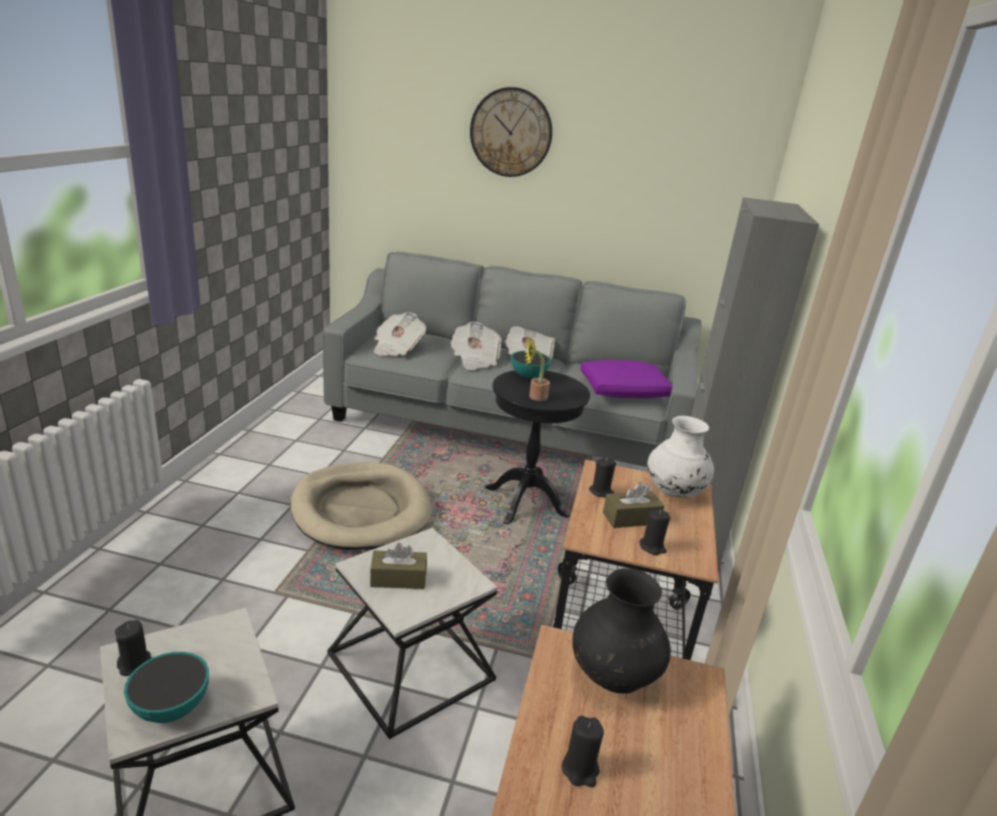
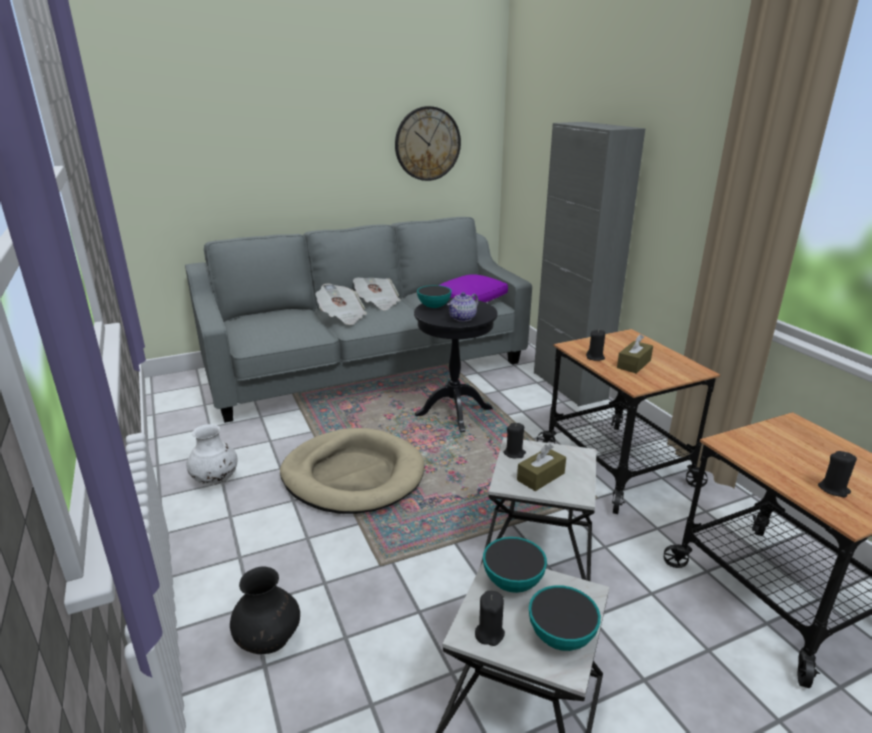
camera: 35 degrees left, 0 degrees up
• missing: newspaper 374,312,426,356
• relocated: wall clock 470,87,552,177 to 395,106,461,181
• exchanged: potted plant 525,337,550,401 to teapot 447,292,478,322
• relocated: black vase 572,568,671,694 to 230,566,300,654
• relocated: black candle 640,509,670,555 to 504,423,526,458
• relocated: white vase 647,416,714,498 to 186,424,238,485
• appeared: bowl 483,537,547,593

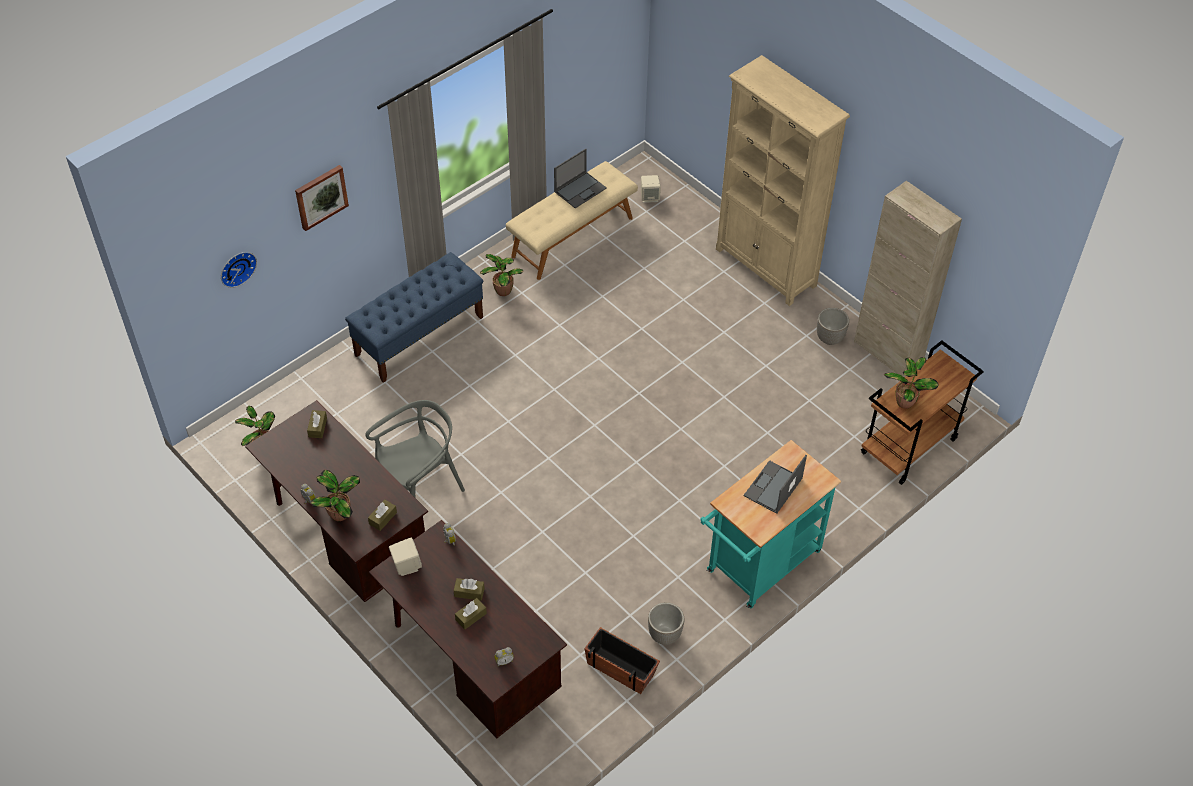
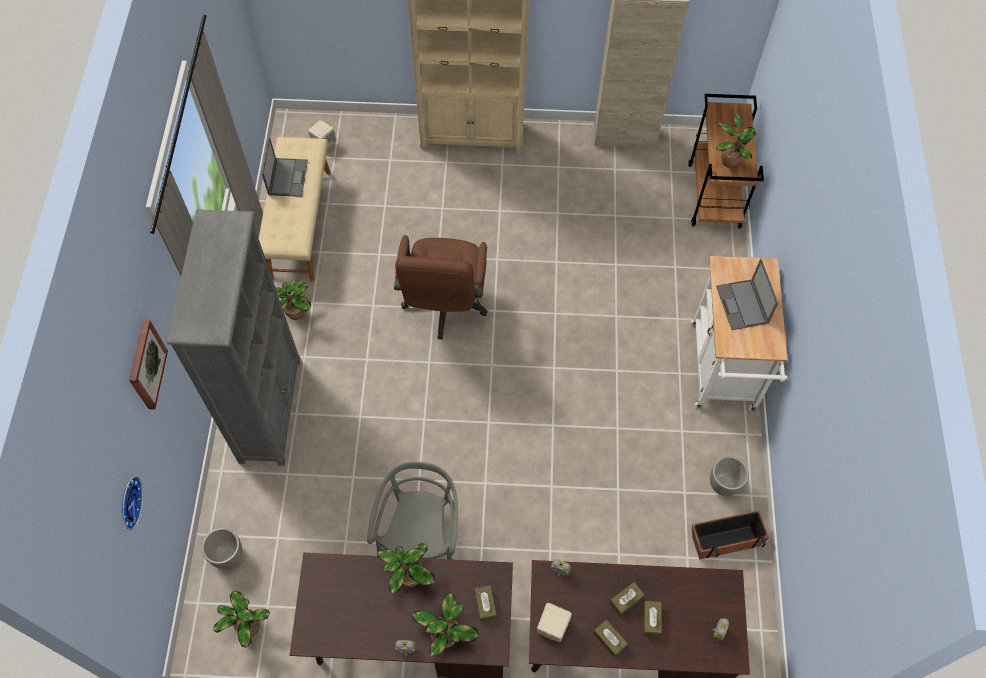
camera: 45 degrees left, 10 degrees up
• relocated: brown tissue box 307,410,327,438 to 593,620,628,657
• exchanged: blue bench 345,252,483,383 to grey bookcase 167,209,301,466
• colour: turquoise cart 700,440,841,608 to white cart 690,256,788,411
• relocated: planter 817,308,849,345 to 202,528,243,569
• appeared: potted plant 377,543,435,594
• appeared: brown office chair 394,235,488,339

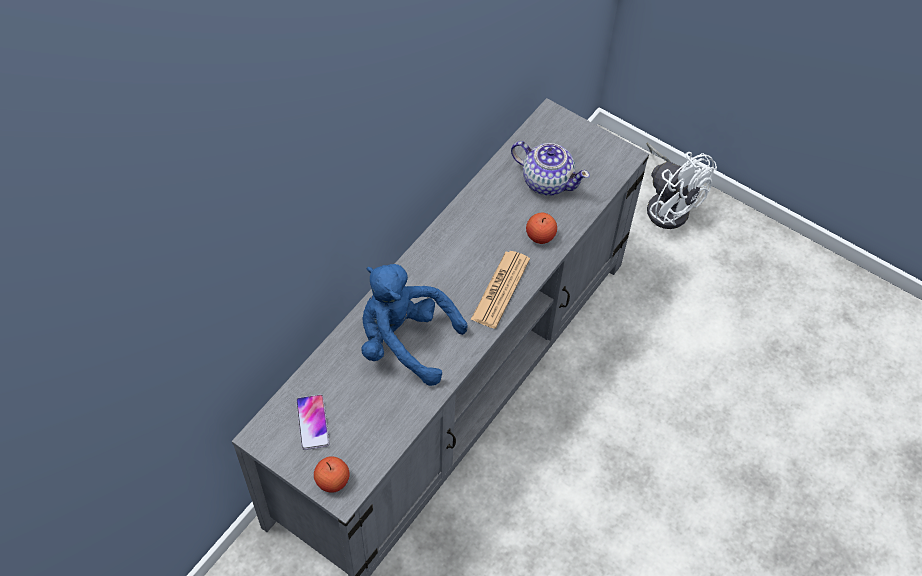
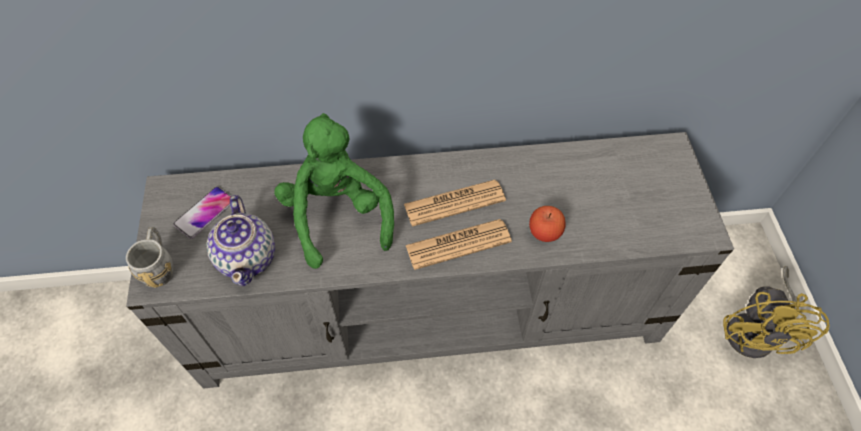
camera: 50 degrees right, 0 degrees up
• exchanged: apple 314,456,350,493 to grey mug 126,227,174,288
• colour: blue plush toy 361,264,467,386 to green plush toy 274,113,394,269
• relocated: teapot 511,141,590,196 to 206,195,275,286
• colour: white fan 646,142,717,229 to yellow fan 723,266,830,358
• appeared: newspaper 404,180,506,227

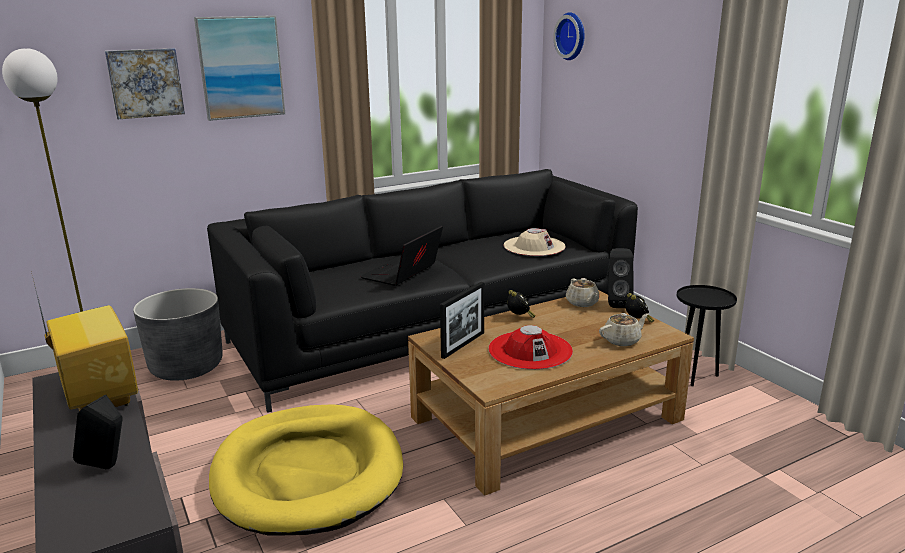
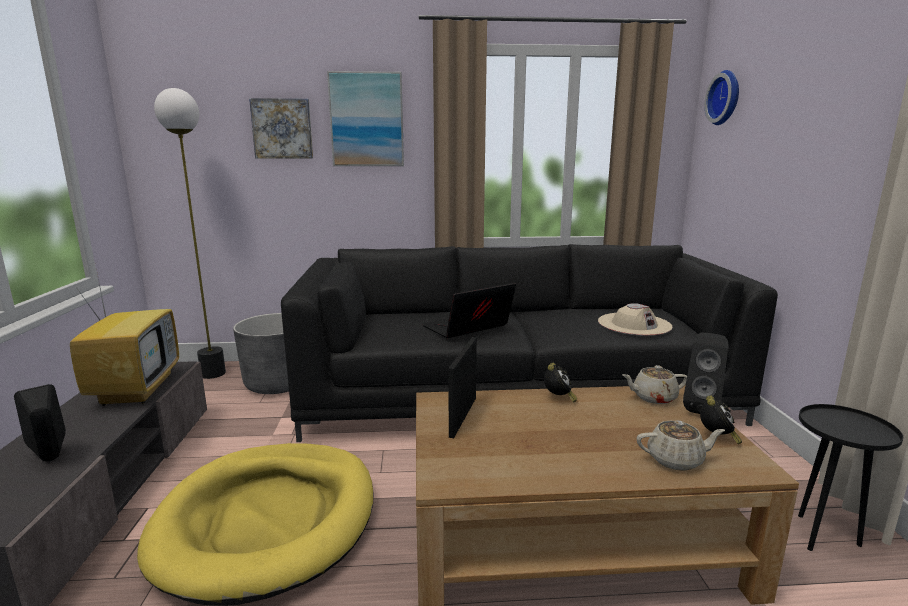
camera: 25 degrees right, 5 degrees down
• spun: picture frame 440,282,484,359 = 448,337,477,438 135 degrees clockwise
• missing: red hat 488,325,573,370
• spun: beige teapot 566,278,600,307 = 622,365,687,404 75 degrees clockwise

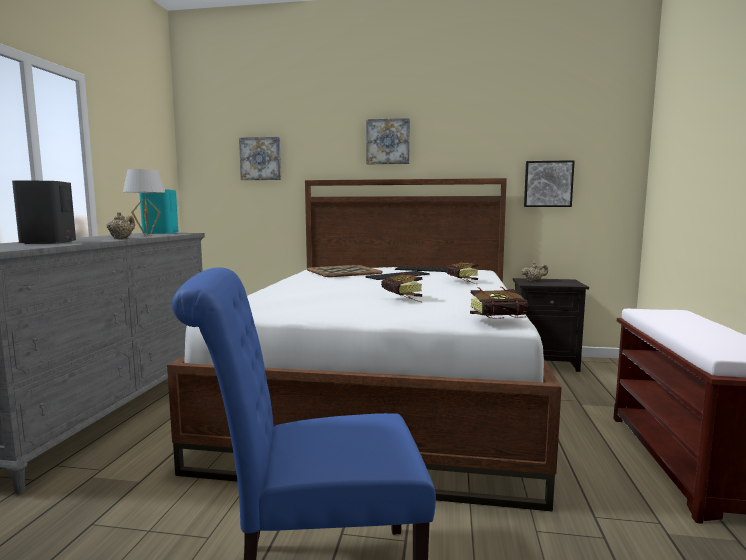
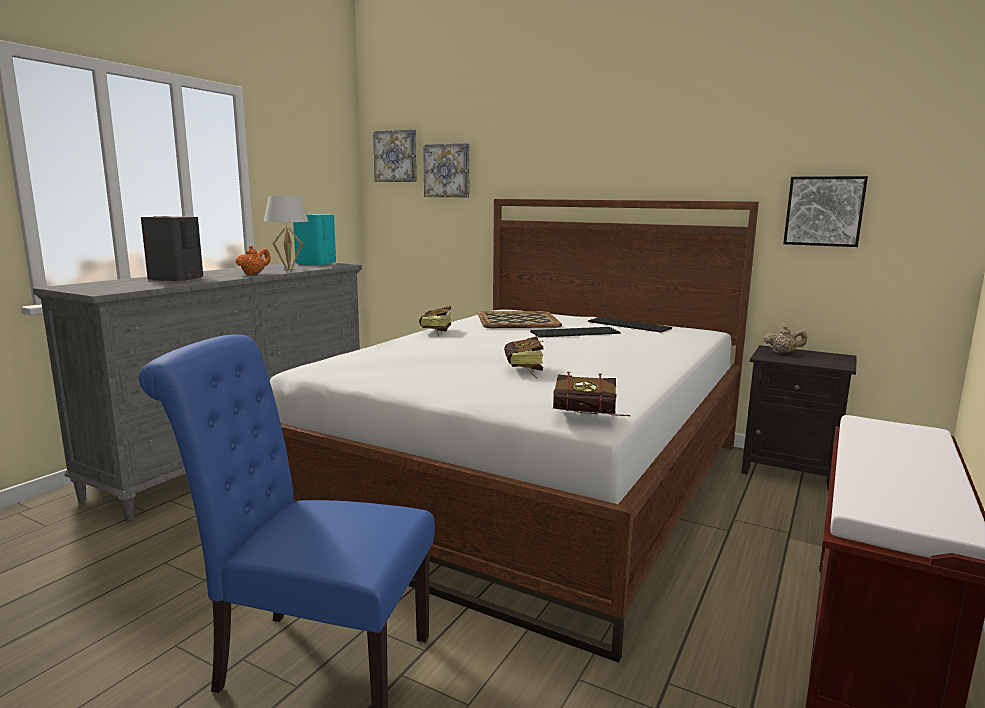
camera: 20 degrees right, 5 degrees up
• colour: beige teapot 107,212,135,239 to orange teapot 236,246,271,275
• relocated: picture 366,118,410,165 to 373,129,417,182
• relocated: book 445,260,479,285 to 419,306,451,337

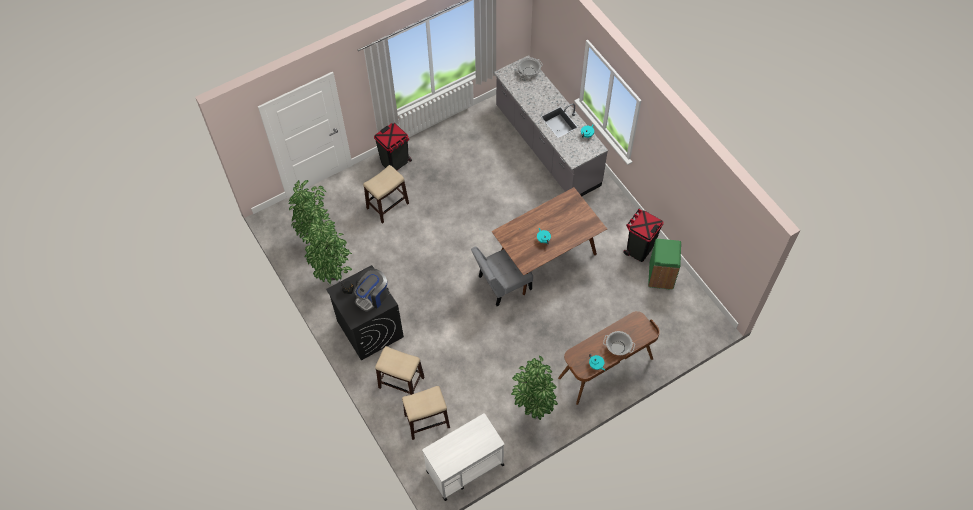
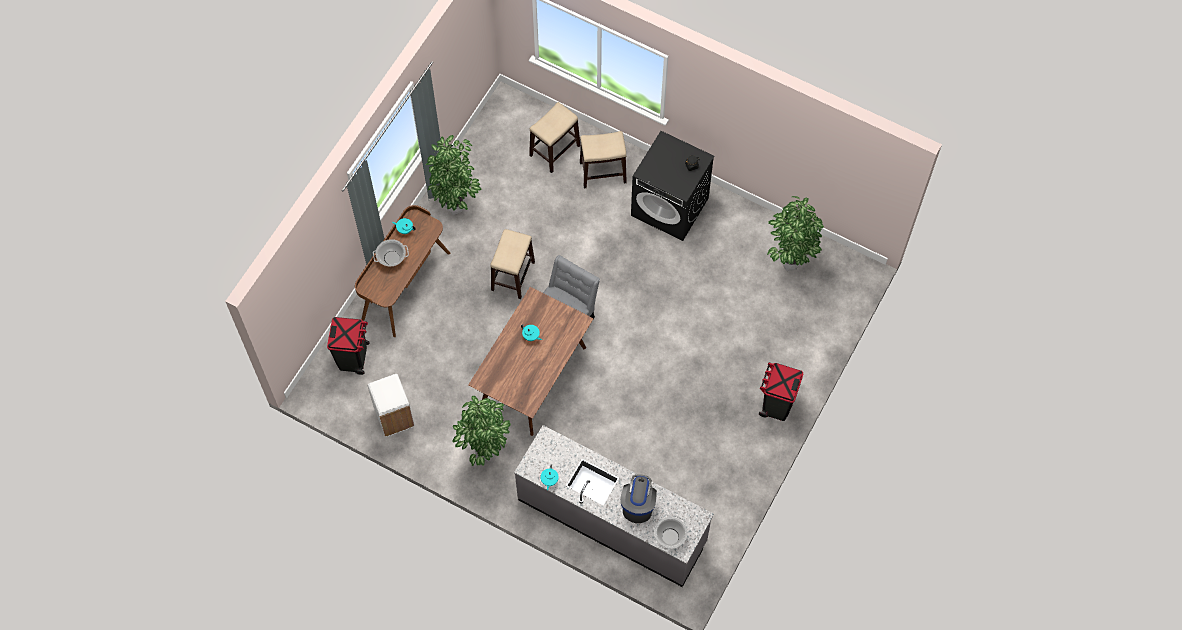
camera: 150 degrees right, 5 degrees up
• relocated: potted plant 301,215,352,286 to 453,396,511,466
• relocated: coffee machine 354,268,388,312 to 620,474,657,523
• relocated: stool 363,165,409,224 to 490,229,535,299
• missing: white cart 422,413,505,501
• relocated: black trash can 623,209,664,262 to 327,317,370,375
• colour: green trash can 648,239,681,290 to white trash can 368,374,414,437

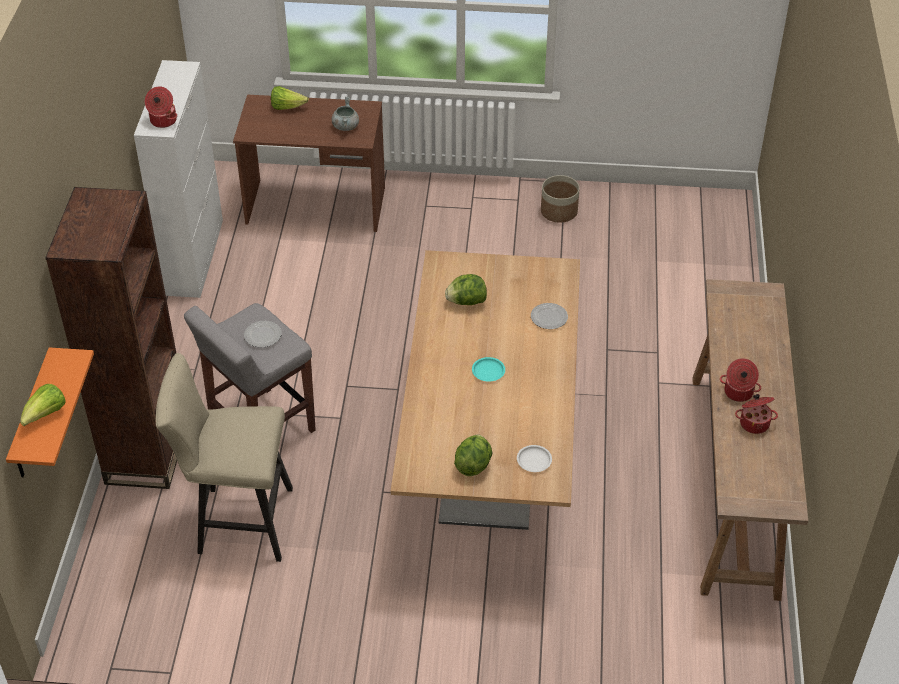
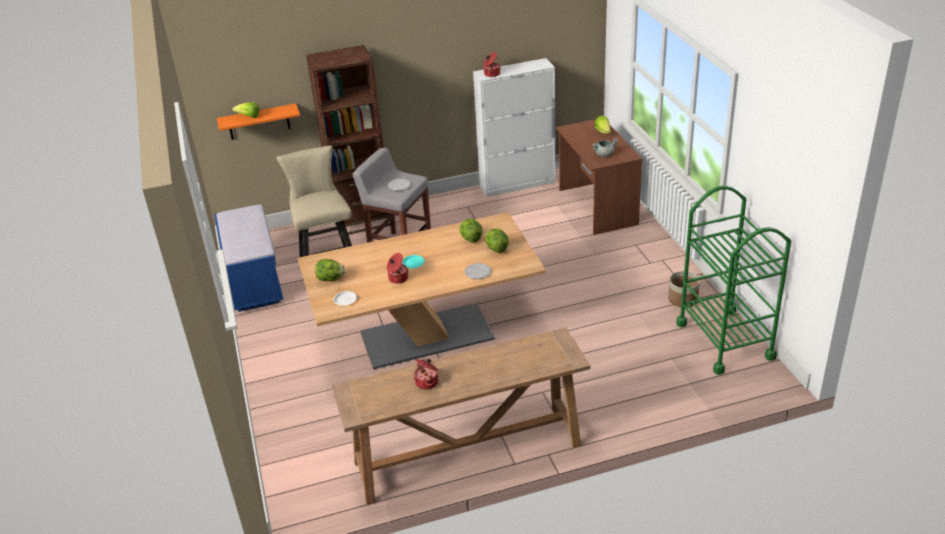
camera: 70 degrees right, 10 degrees down
• relocated: cooking pot 720,358,761,402 to 387,253,408,284
• appeared: blue bench 214,204,283,312
• appeared: lettuce 485,229,509,253
• appeared: green cart 676,186,791,375

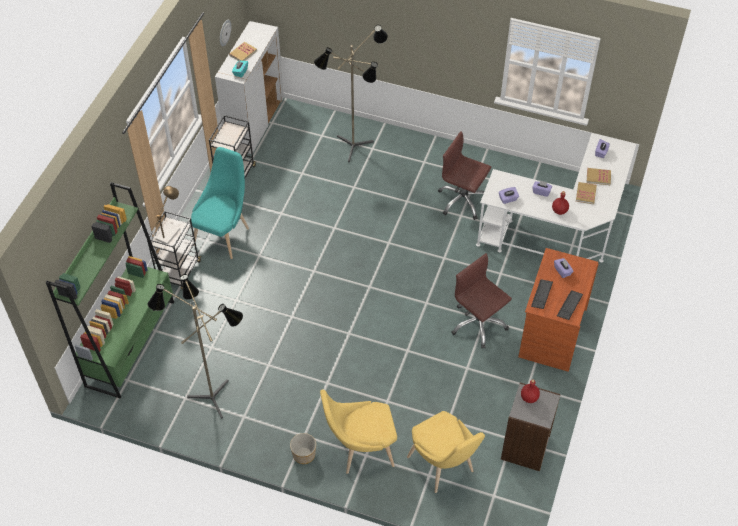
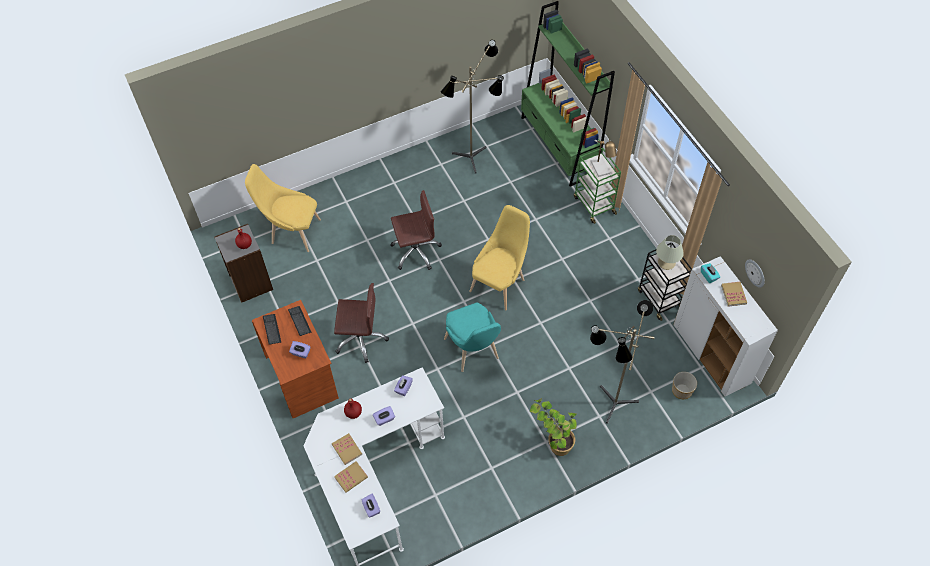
camera: 135 degrees right, 5 degrees up
• colour: black cart 147,211,201,290 to green cart 574,148,621,224
• relocated: turquoise chair 191,147,249,259 to 444,302,501,372
• relocated: planter 290,433,316,464 to 672,372,697,399
• relocated: yellow chair 320,389,397,474 to 469,205,530,310
• relocated: brown office chair 438,131,491,220 to 390,190,442,270
• appeared: potted plant 529,398,577,456
• appeared: beige table lamp 656,235,684,270

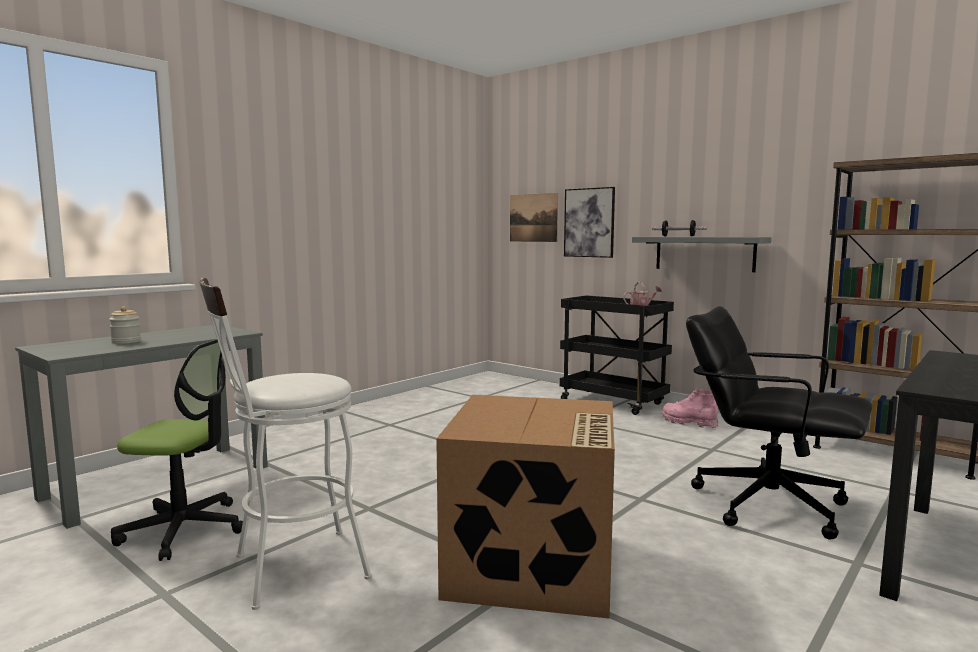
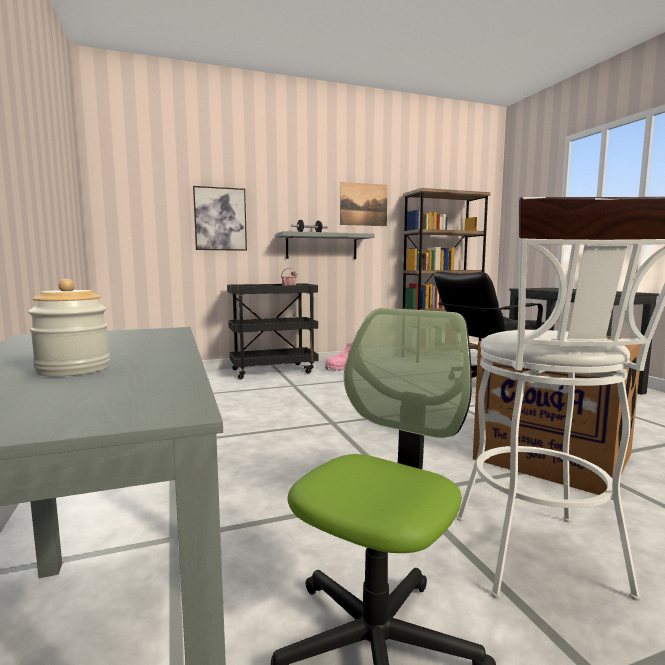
camera: 60 degrees left, 0 degrees up
• relocated: picture 510,193,558,242 to 340,182,387,226

